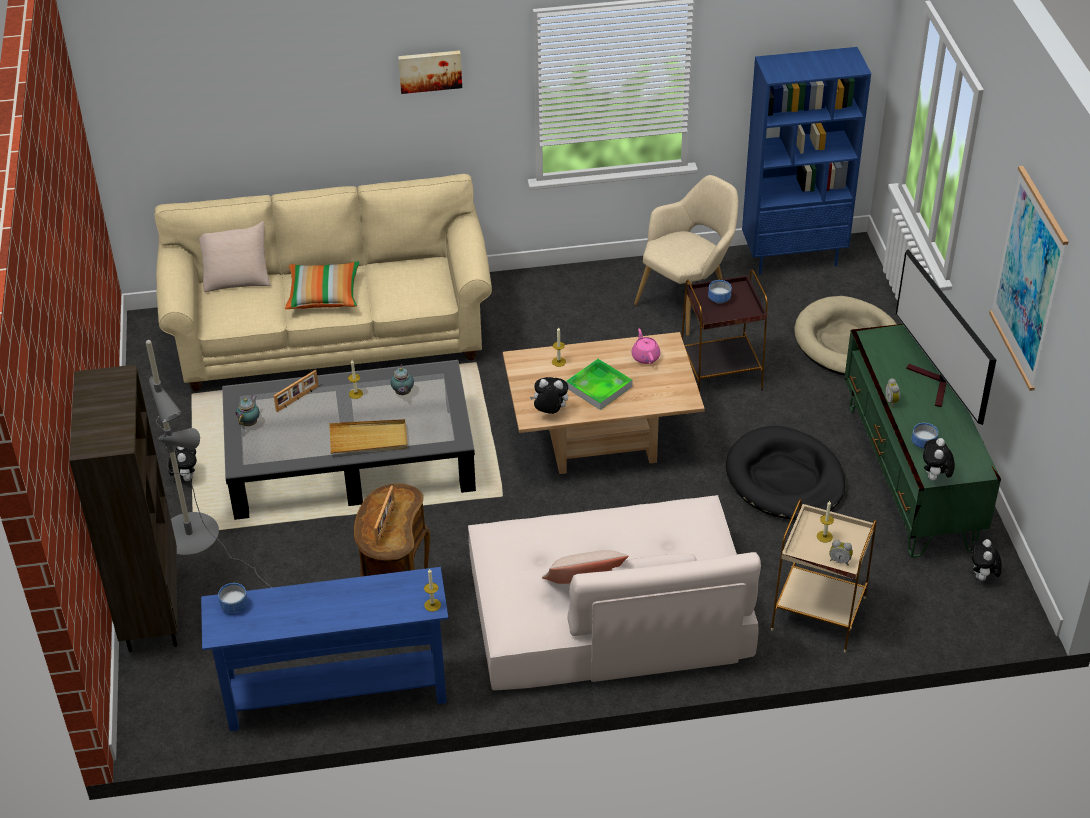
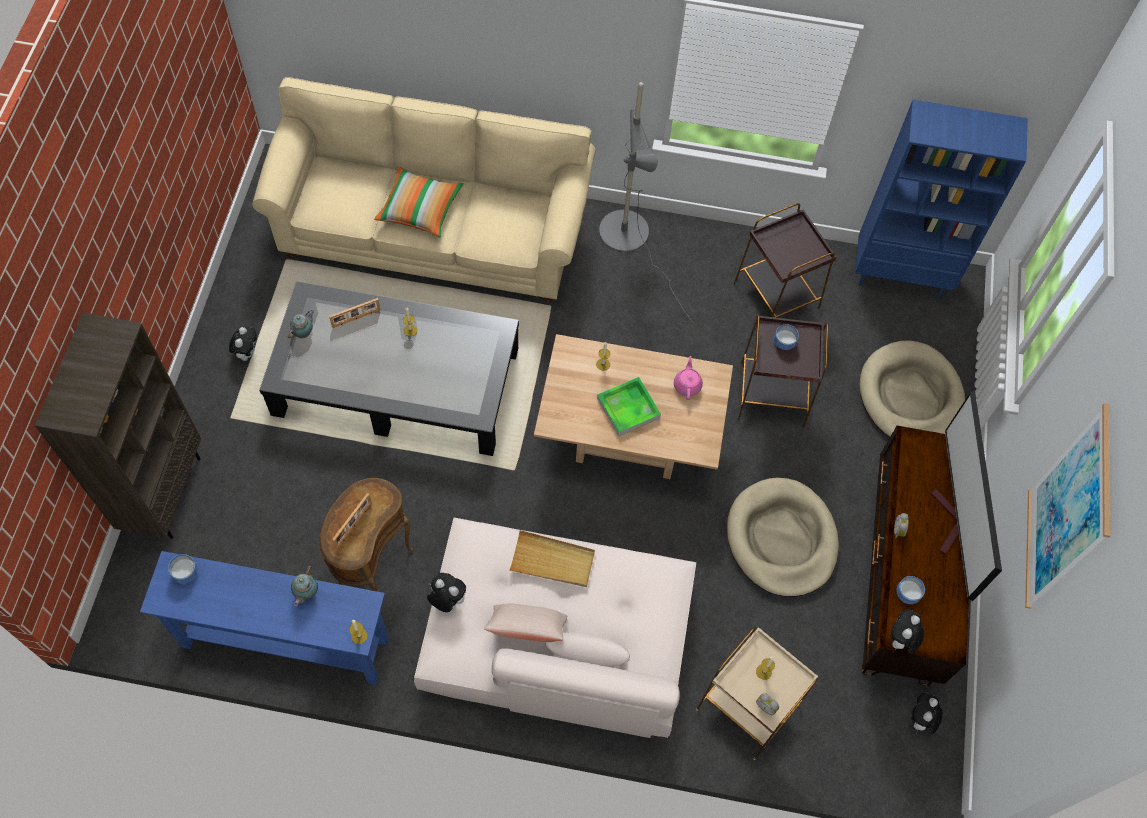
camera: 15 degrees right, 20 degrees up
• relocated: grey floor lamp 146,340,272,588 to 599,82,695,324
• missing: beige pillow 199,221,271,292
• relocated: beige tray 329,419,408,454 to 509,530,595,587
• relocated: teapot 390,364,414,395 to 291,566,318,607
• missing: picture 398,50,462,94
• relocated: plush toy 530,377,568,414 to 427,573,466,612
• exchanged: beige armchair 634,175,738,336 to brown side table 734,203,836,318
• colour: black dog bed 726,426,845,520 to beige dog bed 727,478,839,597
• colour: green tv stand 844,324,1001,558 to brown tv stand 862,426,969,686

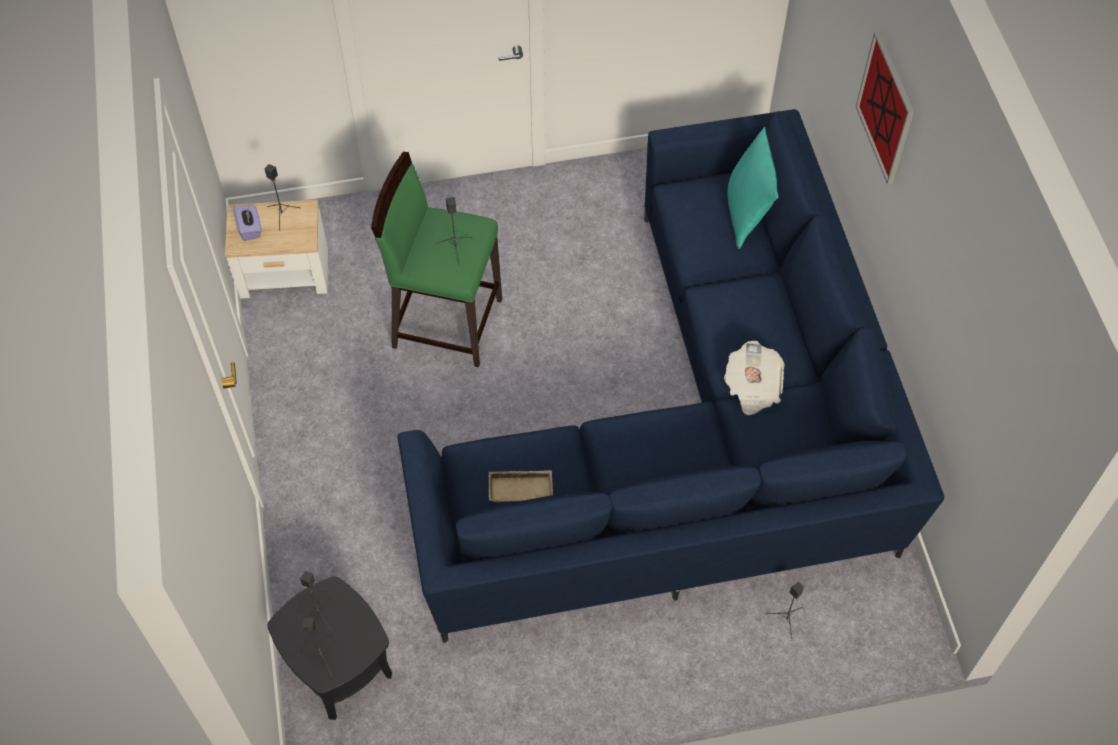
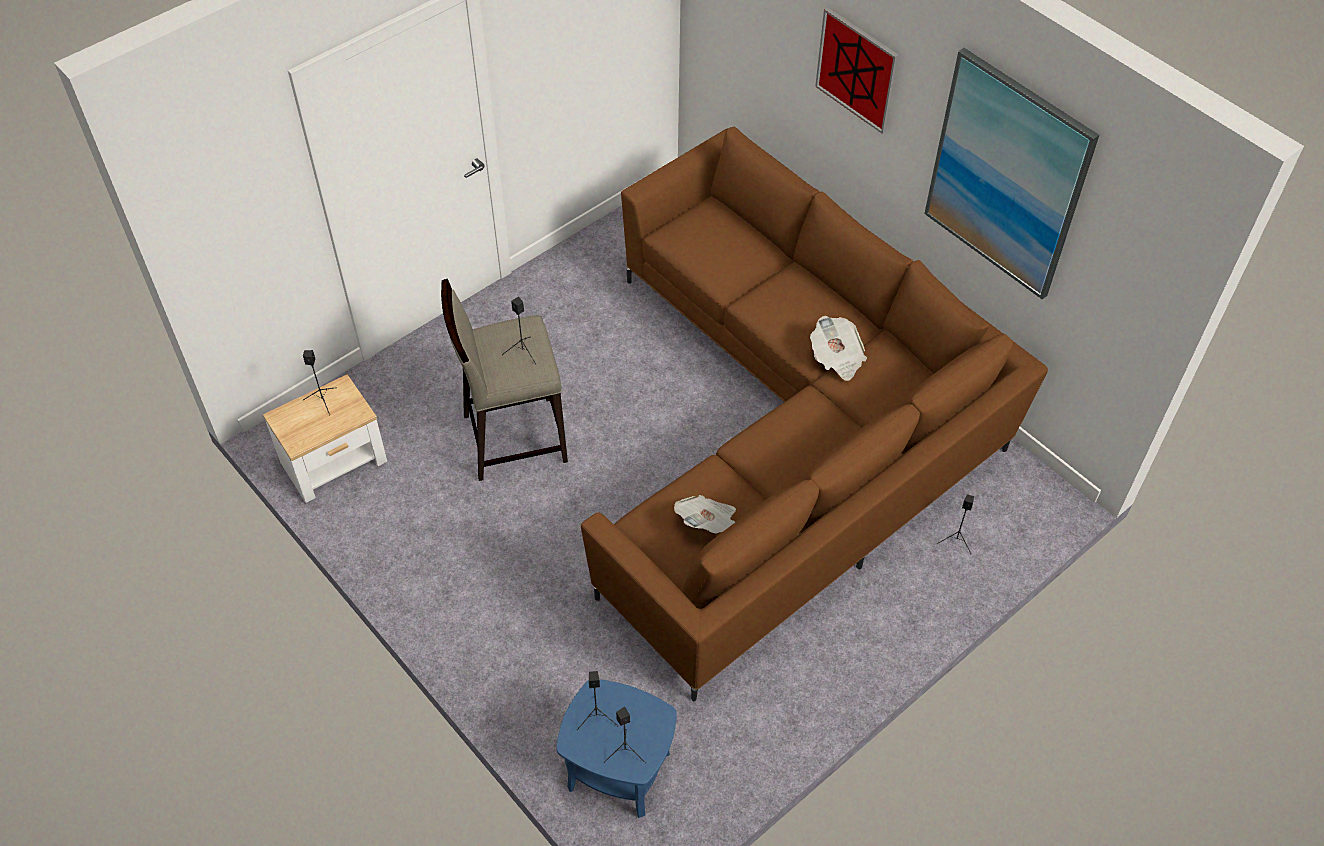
camera: 30 degrees left, 5 degrees down
• missing: purple tissue box 234,205,261,241
• colour: black side table 267,576,392,720 to blue side table 557,679,677,818
• colour: green stool 371,152,502,368 to beige stool 441,279,568,481
• colour: blue sofa 398,109,944,643 to brown sofa 581,127,1048,701
• exchanged: beige tray 488,470,553,502 to newspaper 674,495,736,533
• missing: turquoise pillow 728,127,778,249
• appeared: picture 924,48,1099,299

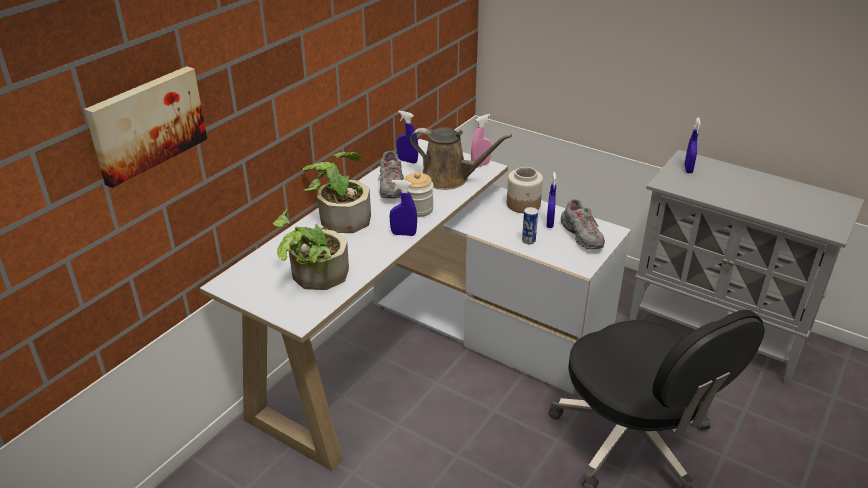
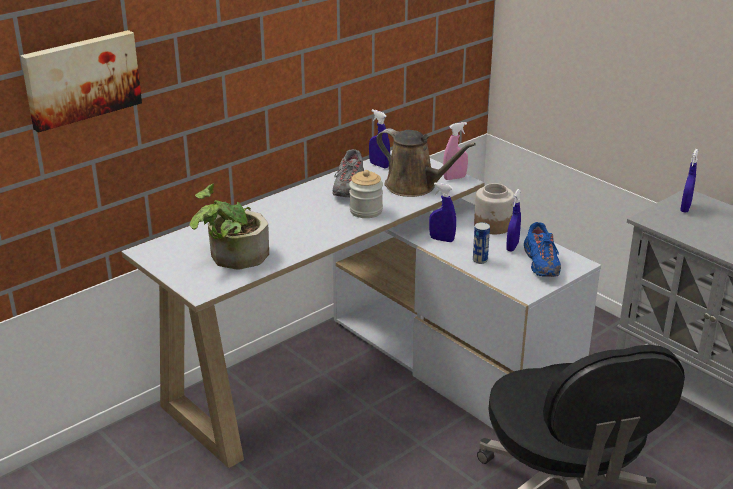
camera: 15 degrees right, 5 degrees down
• missing: potted plant 303,152,371,233
• relocated: blue spray bottle 389,180,417,236 to 429,182,456,242
• colour: grey shoe 561,199,605,249 to blue shoe 524,222,561,277

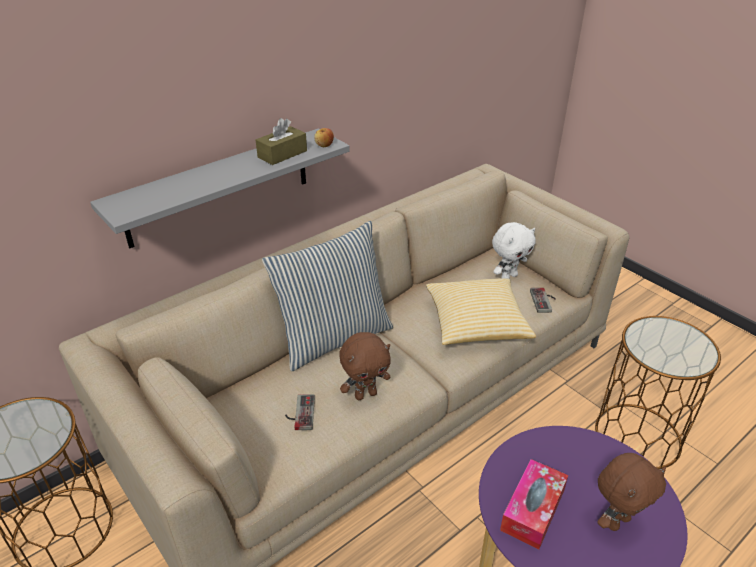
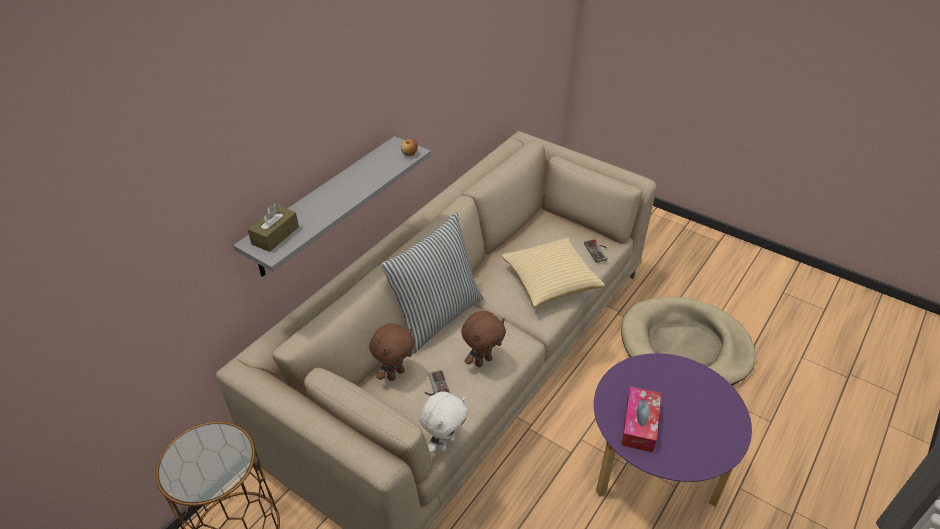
camera: 15 degrees left, 5 degrees up
• relocated: brown tissue box 256,118,307,165 to 247,203,299,252
• relocated: white plush toy 492,222,536,279 to 419,391,468,453
• exchanged: brown side table 595,316,721,469 to beige dog bed 621,297,755,385
• relocated: brown plush toy 597,453,666,531 to 369,323,415,381

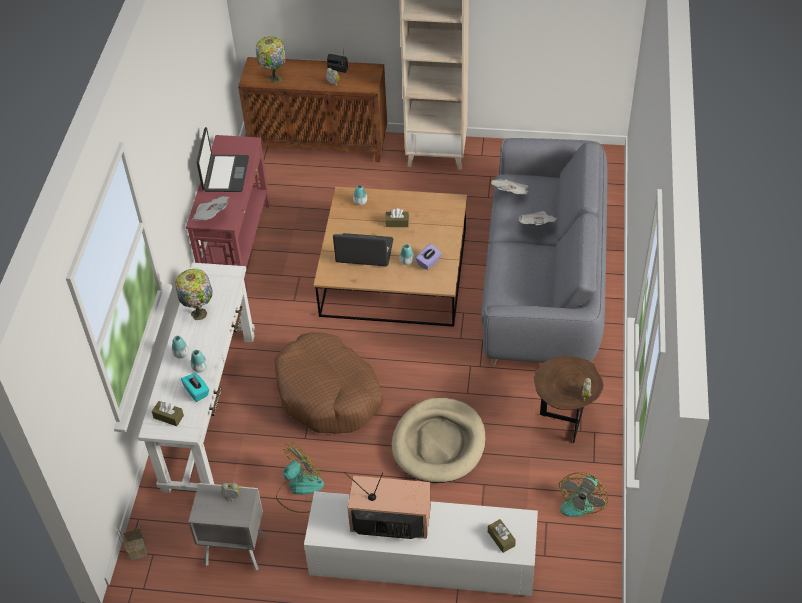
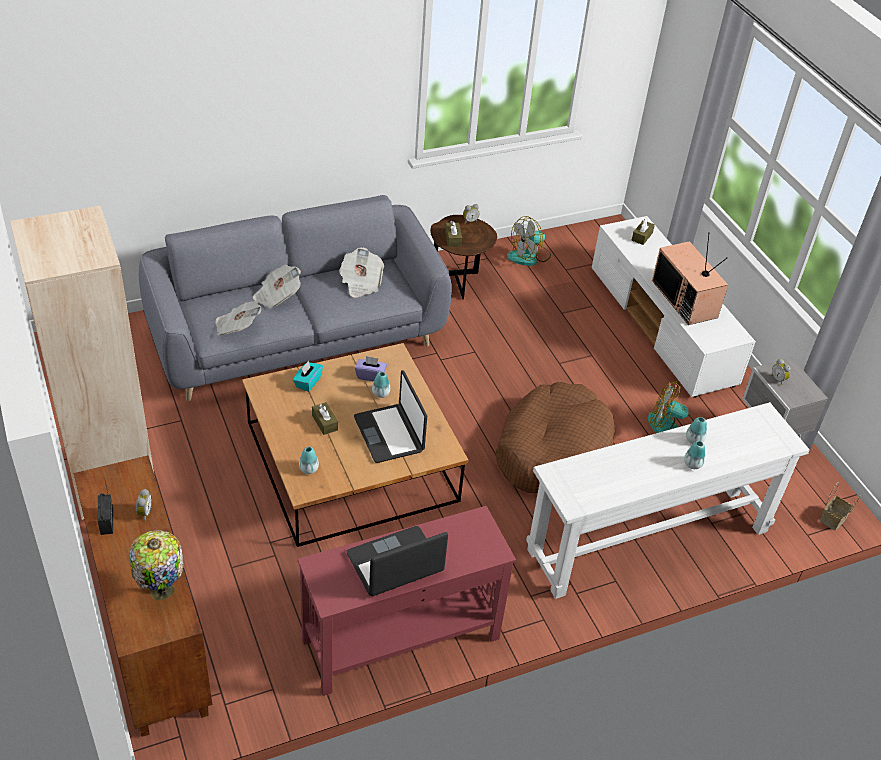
camera: 125 degrees left, 5 degrees down
• relocated: brown tissue box 152,401,184,426 to 445,221,462,247
• missing: table lamp 175,269,212,320
• relocated: turquoise tissue box 181,373,209,402 to 293,361,323,392
• relocated: newspaper 192,196,229,220 to 339,248,384,298
• missing: beige dog bed 392,398,486,483
• spun: fan 559,472,608,517 = 507,216,551,266 150 degrees clockwise

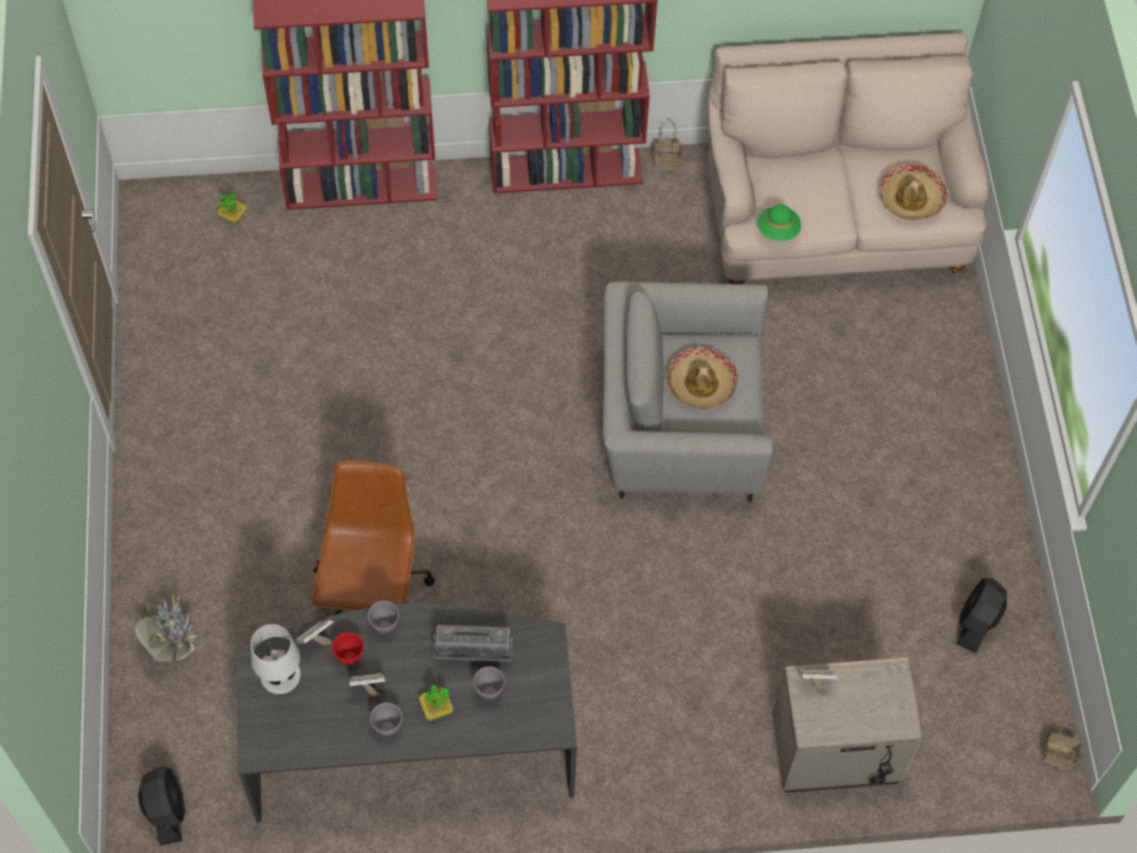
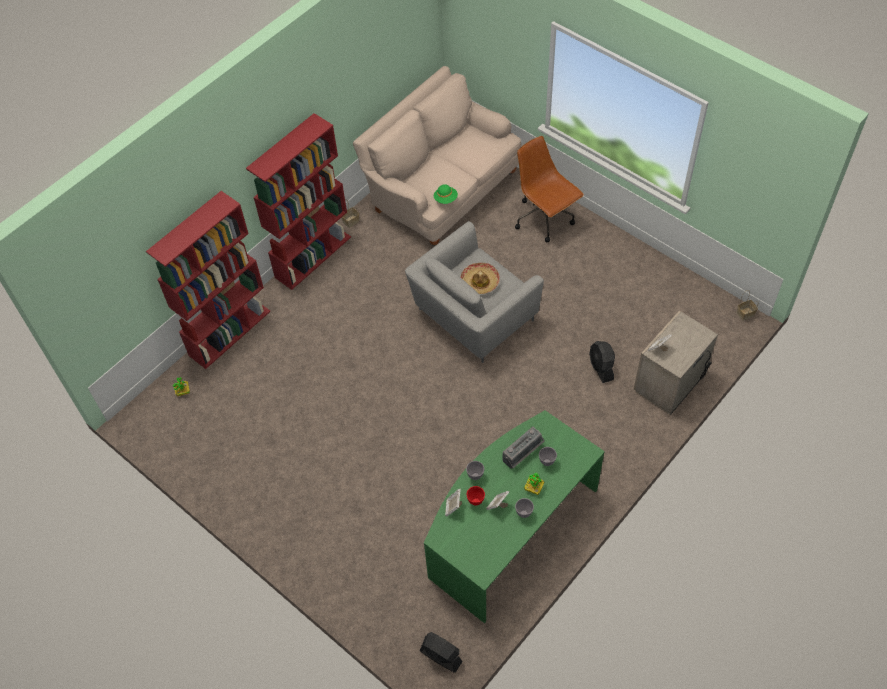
camera: 40 degrees left, 5 degrees down
• missing: potted plant 135,585,220,662
• colour: grey desk 236,603,577,823 to green desk 424,410,605,623
• missing: white table lamp 251,624,301,694
• relocated: brown office chair 312,461,435,615 to 515,136,584,242
• missing: hat 879,164,947,220
• relocated: black fan 956,578,1007,653 to 589,341,615,383

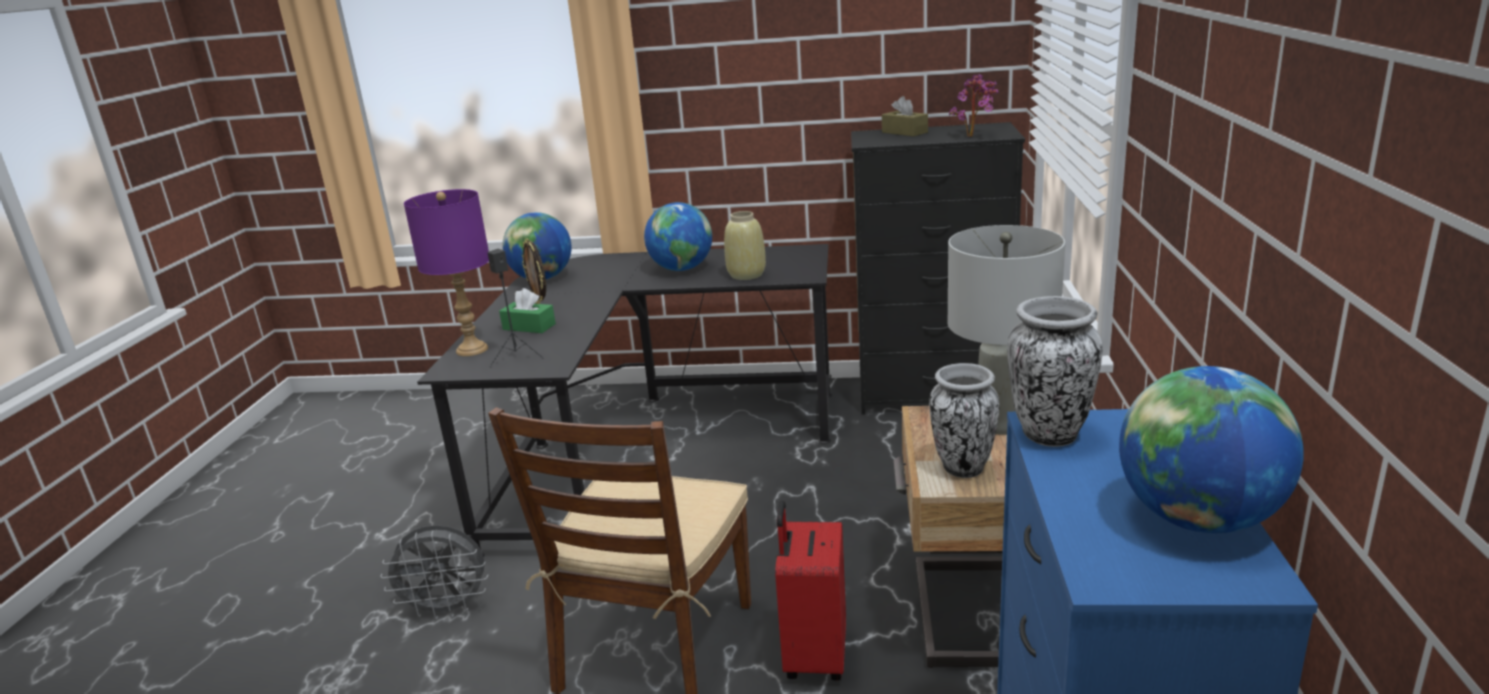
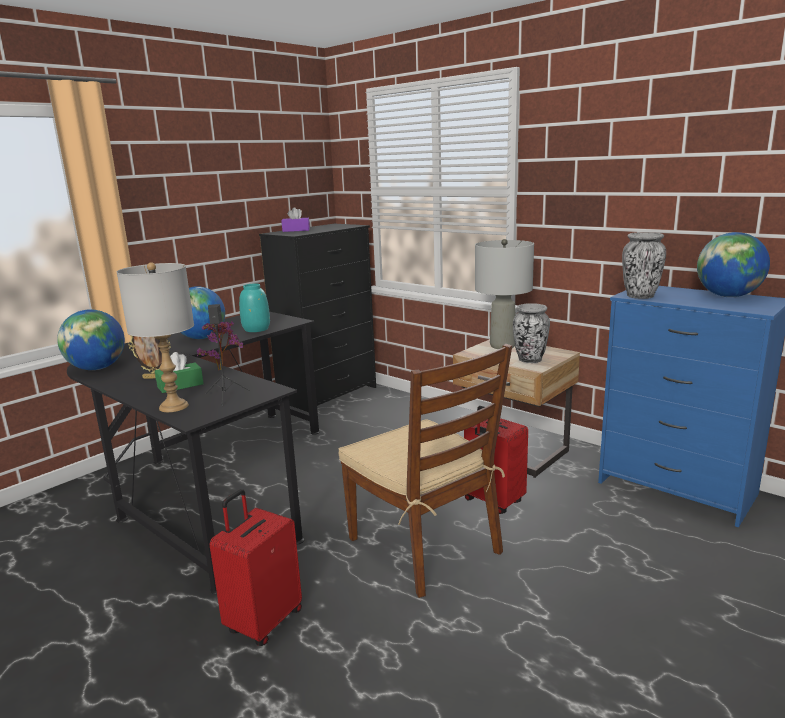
camera: 55 degrees left, 5 degrees down
• exchanged: grey fan 380,525,488,620 to red suitcase 210,489,302,646
• colour: purple table lamp 404,189,489,356 to grey table lamp 117,262,194,412
• colour: beige vase 724,211,766,280 to turquoise vase 239,284,270,332
• colour: brown tissue box 882,96,928,136 to purple tissue box 281,207,310,232
• relocated: potted plant 949,74,998,137 to 197,321,243,371

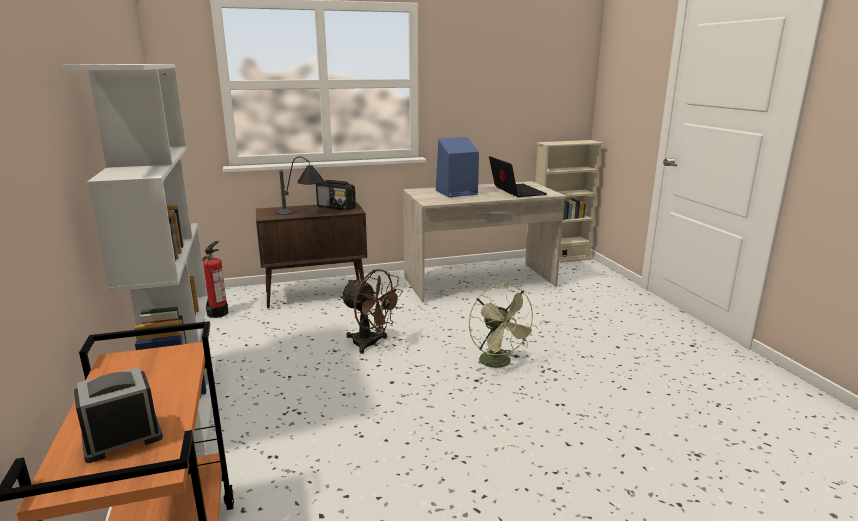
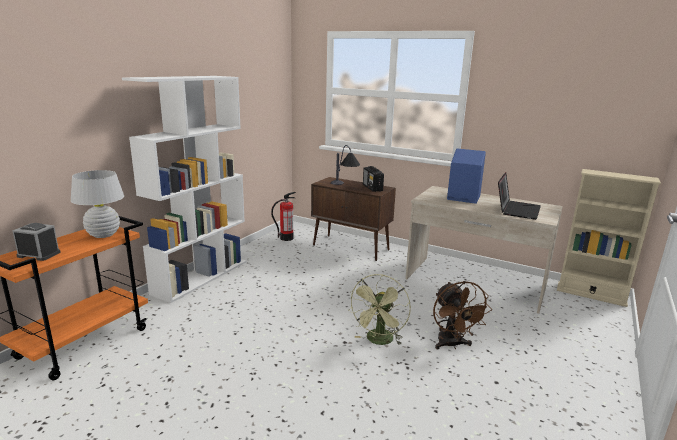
camera: 45 degrees right, 0 degrees up
• relocated: brown fan 340,269,403,354 to 433,281,492,349
• appeared: white table lamp 70,170,124,238

